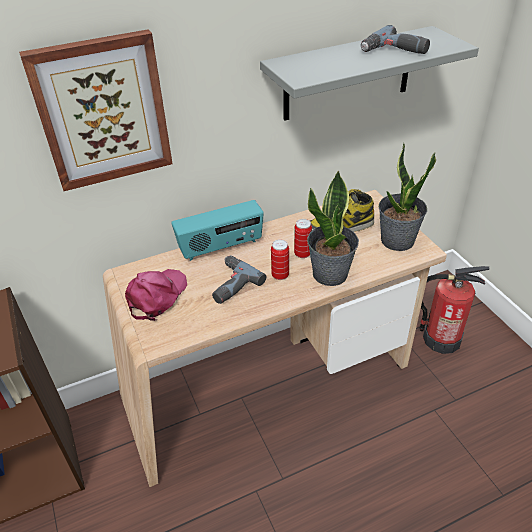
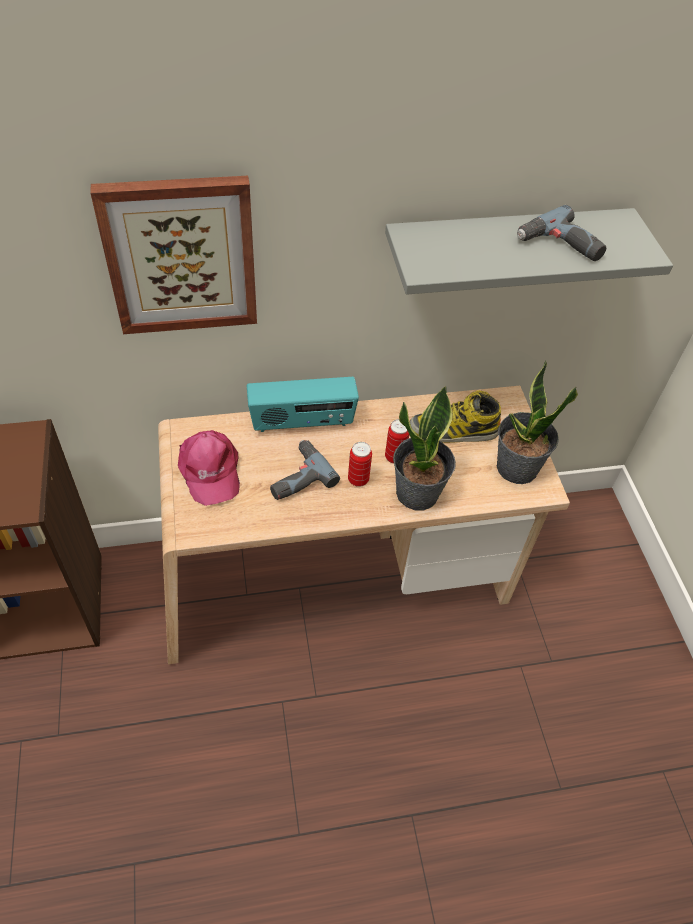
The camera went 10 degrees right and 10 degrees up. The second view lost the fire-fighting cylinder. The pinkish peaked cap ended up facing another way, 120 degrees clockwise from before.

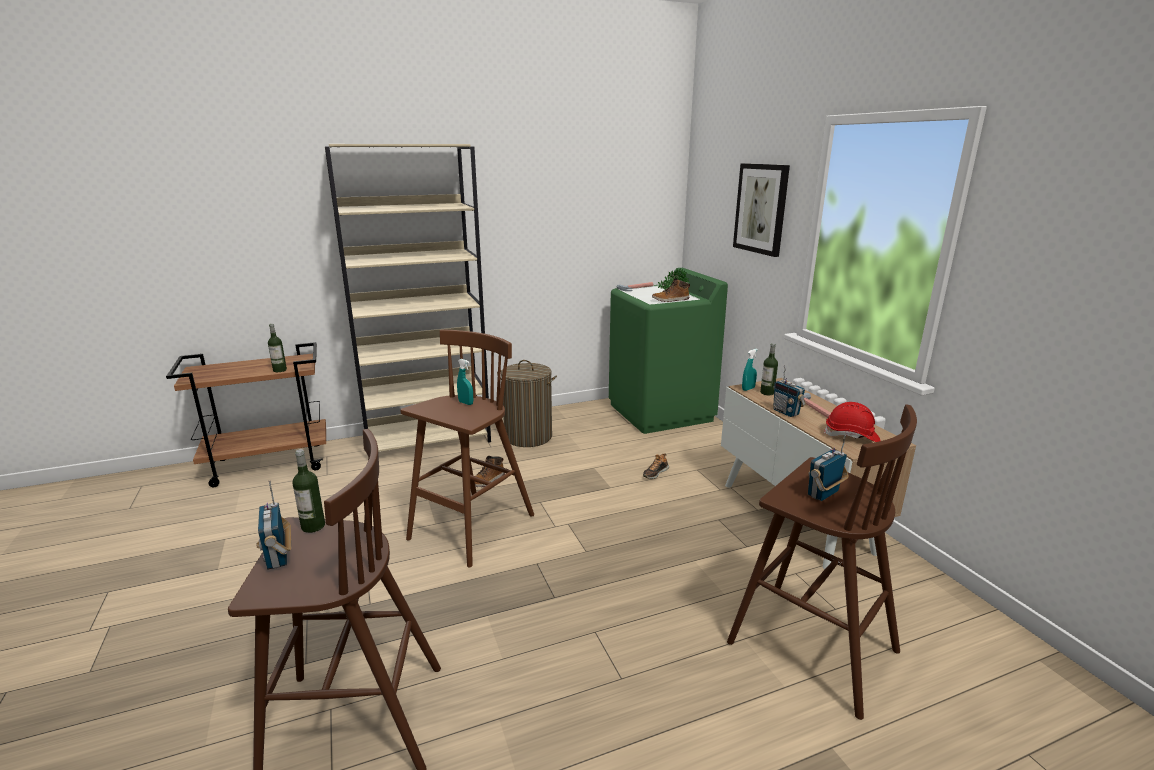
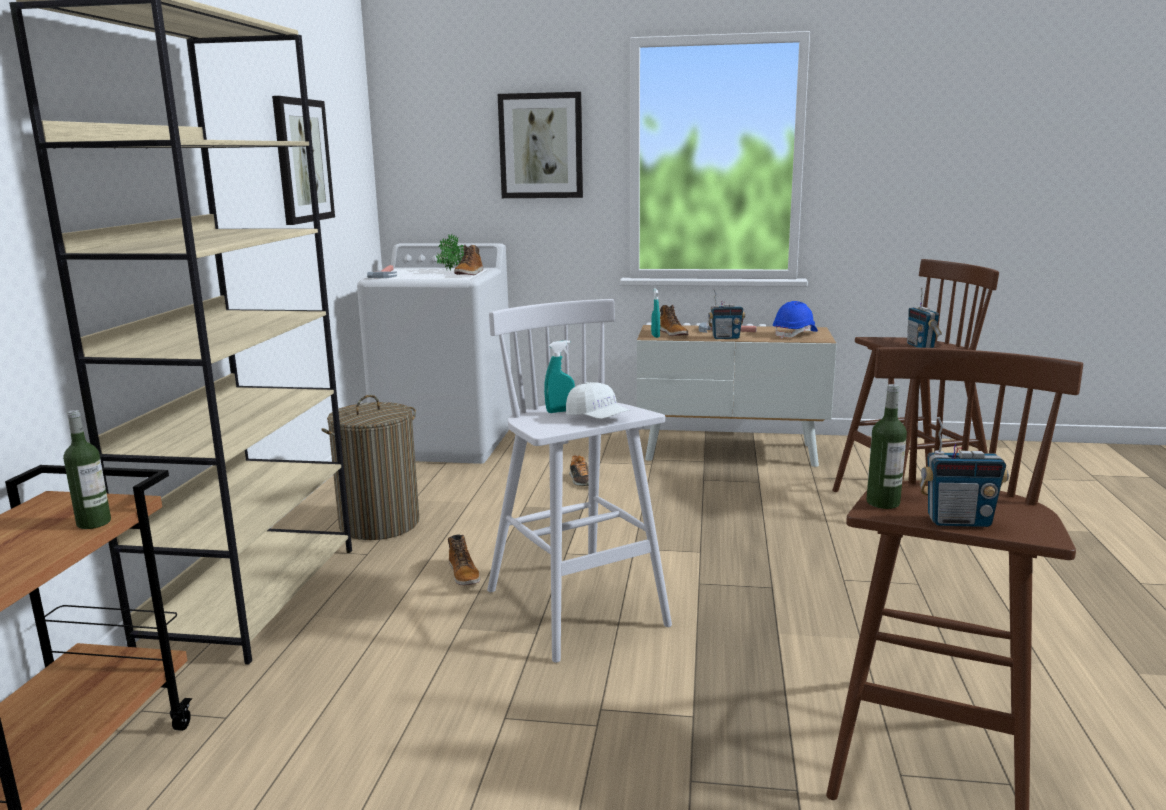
The camera went 60 degrees left and 5 degrees down. The second view gained the wall picture (no. 1 from left). The second view gained the whitish peaked cap. Where the beverage bottle (no. 3 from left) stood, the boot (no. 3 from left) came to stand. What was the brownish stool (no. 2 from left) turned into the whitish stool. What was the greenish washing machine turned into the whitish washing machine. What was the red-coloured work helmet turned into the blue-coloured work helmet.

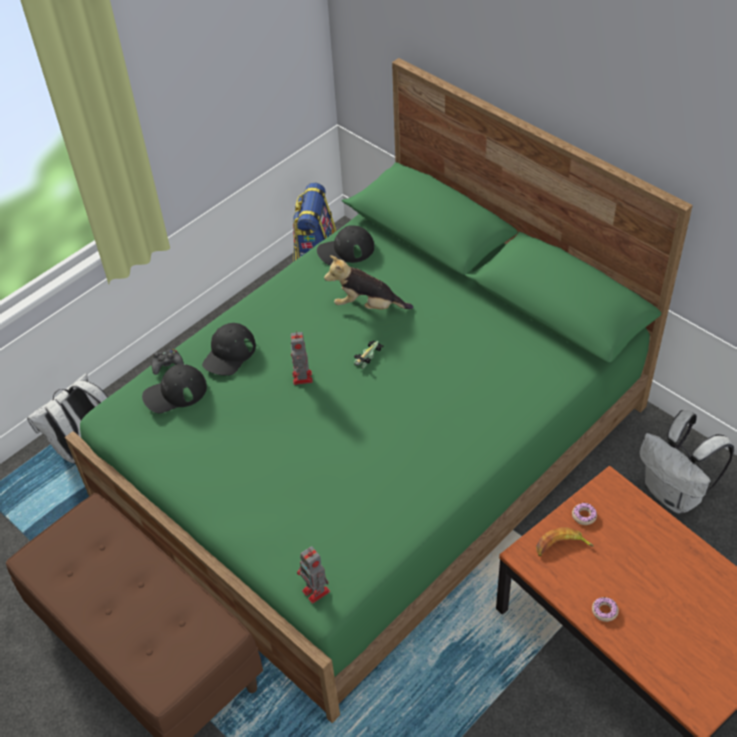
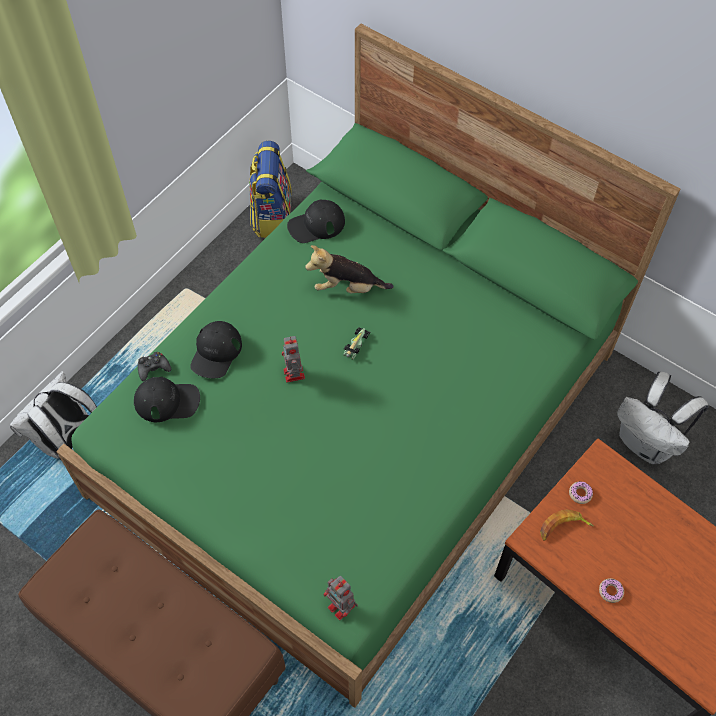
The camera went 10 degrees left and 10 degrees up. The blackish peaked cap (no. 1 from left) ended up facing another way, 150 degrees counterclockwise from before.

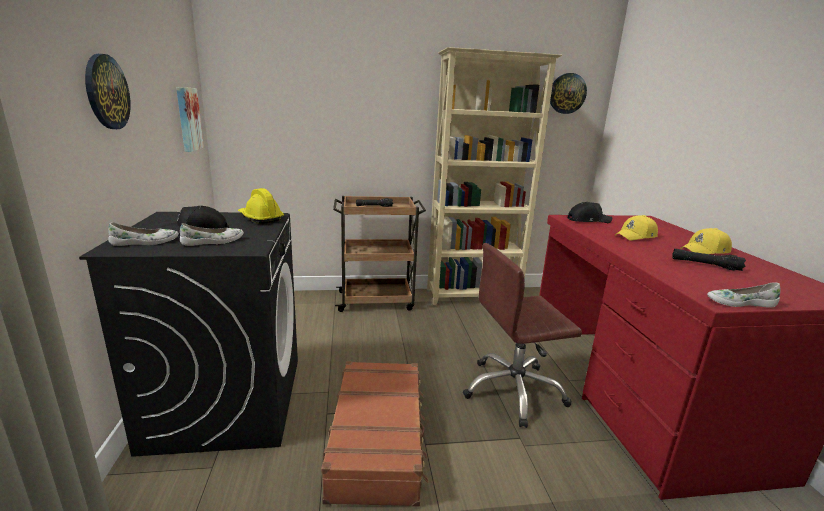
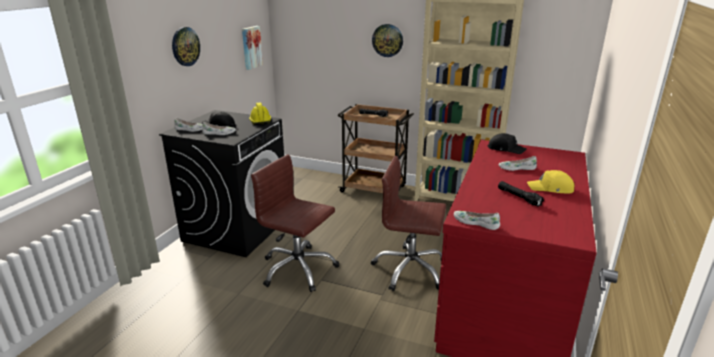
The camera went 30 degrees right and 5 degrees up. The hanging clock (no. 2 from left) ended up elsewhere. Where the brownish suitcase stood, the brownish office chair (no. 1 from left) came to stand. Where the yellowish peaked cap (no. 1 from left) stood, the whitish low shoe (no. 4 from left) came to stand.

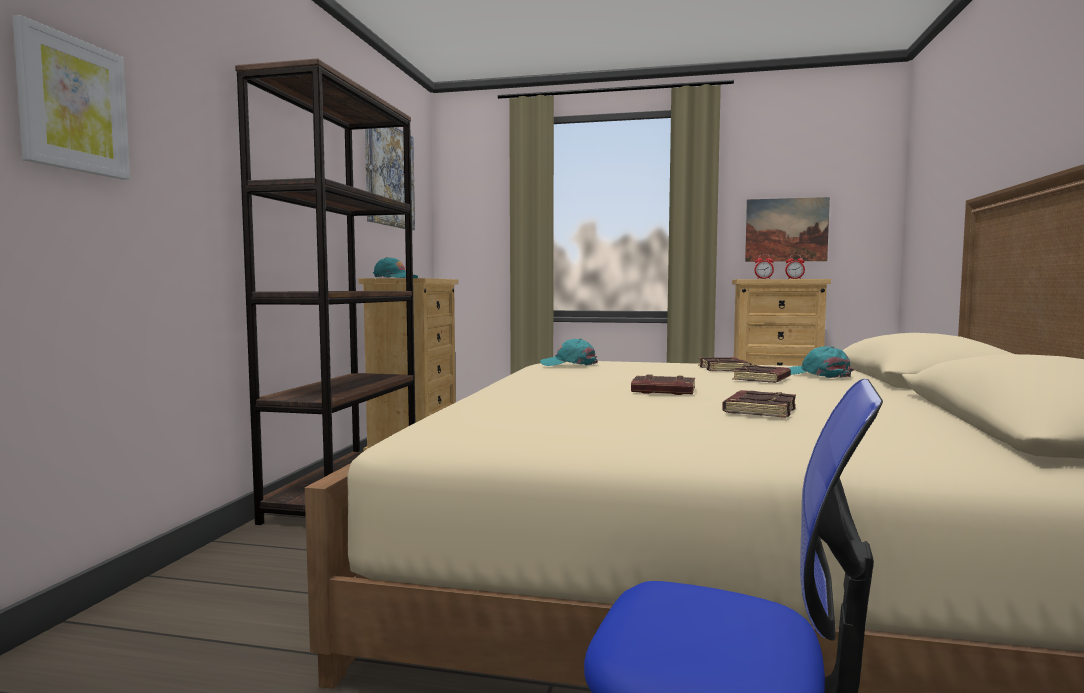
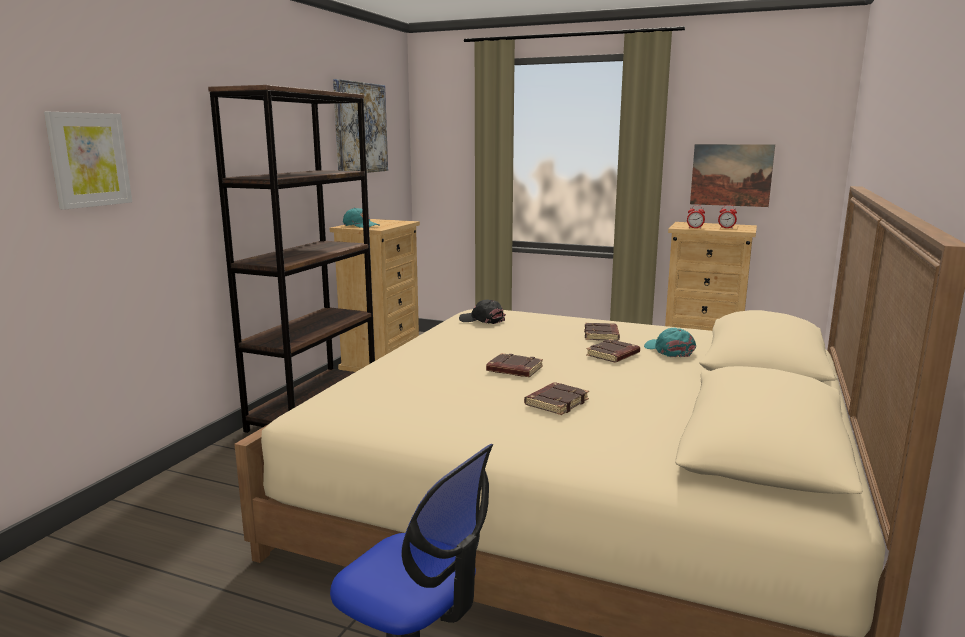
The camera went 10 degrees right and 10 degrees up. What was the turquoise-coloured peaked cap (no. 2 from left) turned into the blackish peaked cap.

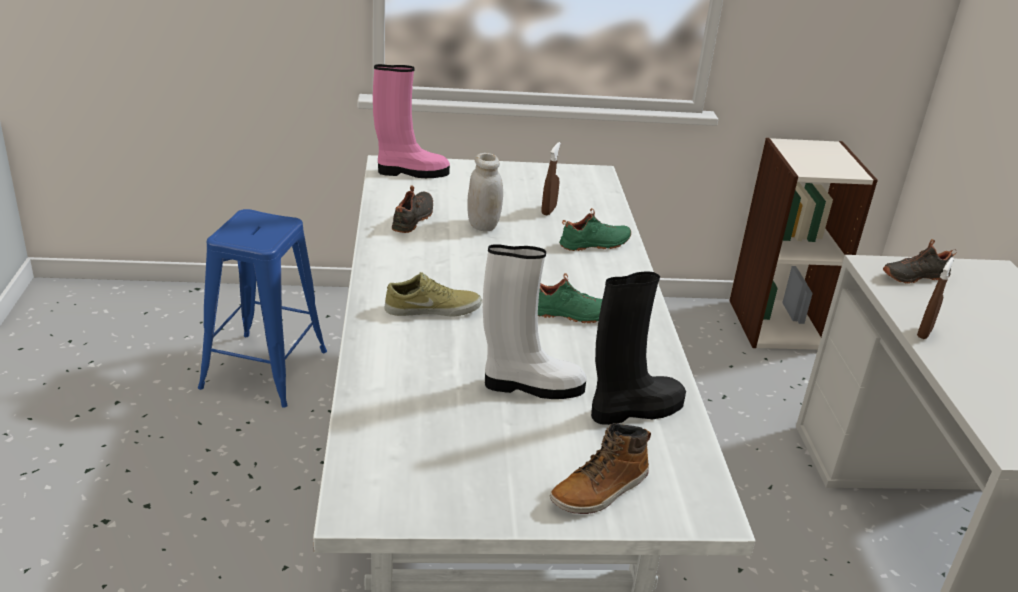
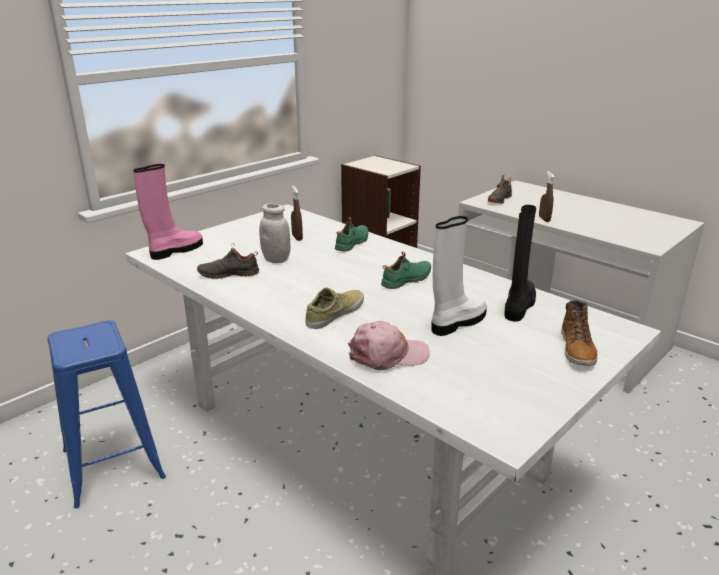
The camera went 40 degrees left and 5 degrees down. The second view gained the pinkish peaked cap. The blackish low shoe (no. 1 from left) ended up facing another way, 75 degrees counterclockwise from before.

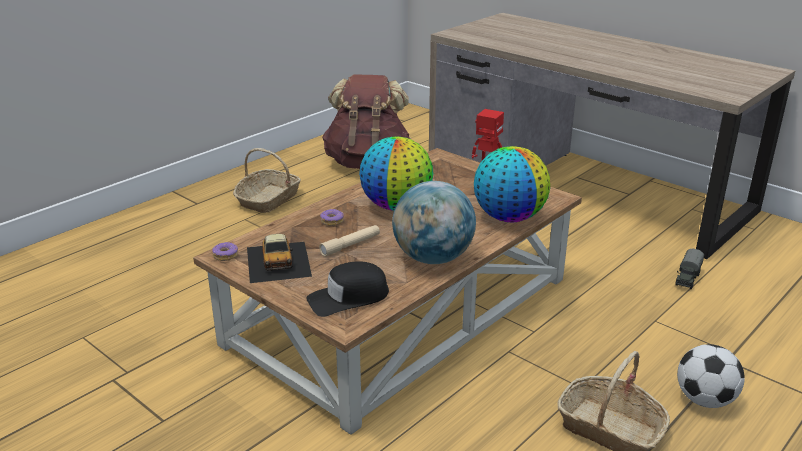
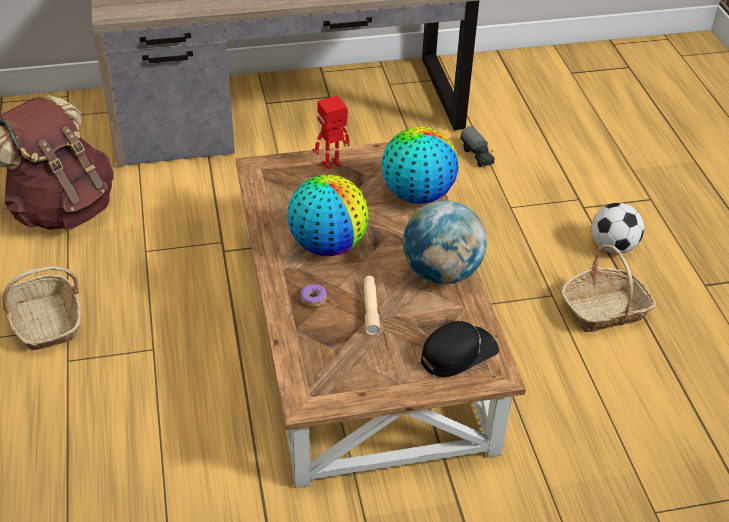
The camera went 55 degrees left and 15 degrees up. The second view lost the ring doughnut (no. 1 from left). The second view lost the model car. The blackish peaked cap ended up facing another way, 135 degrees counterclockwise from before.

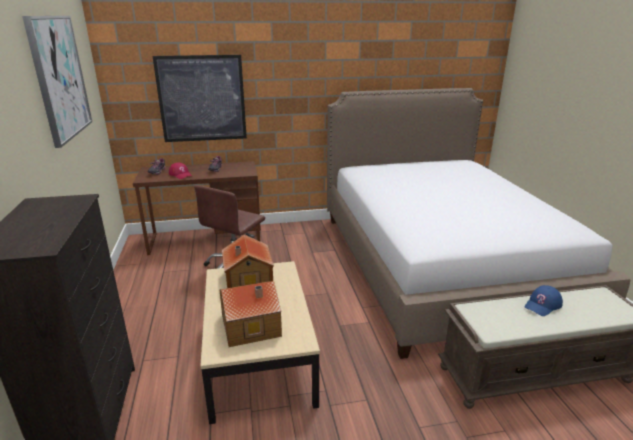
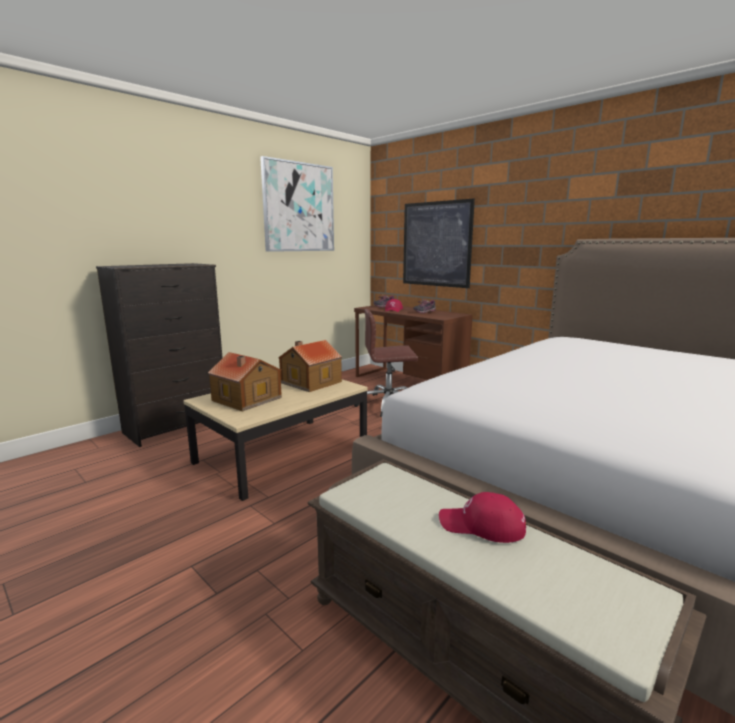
The camera went 55 degrees right and 10 degrees down. What was the blue-coloured peaked cap turned into the red-coloured peaked cap (no. 2 from left).

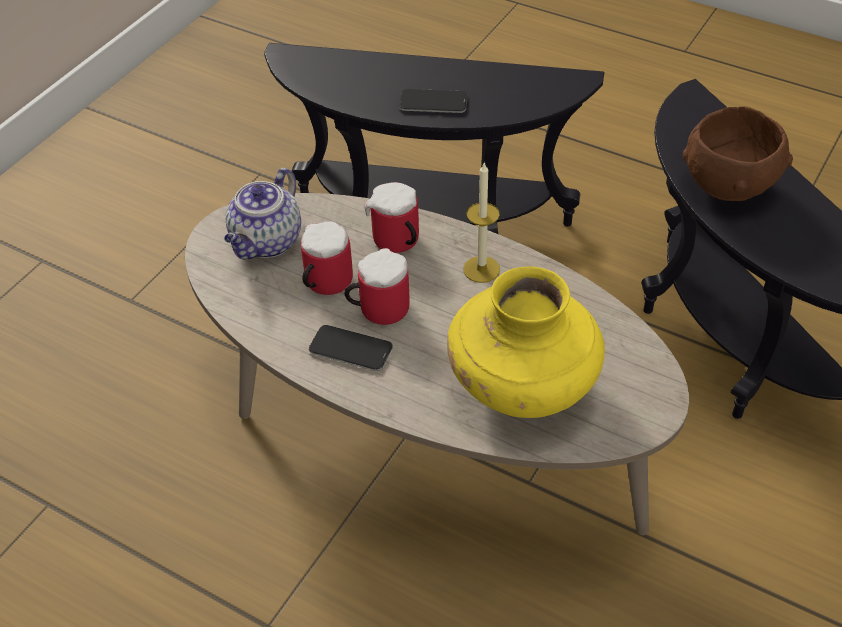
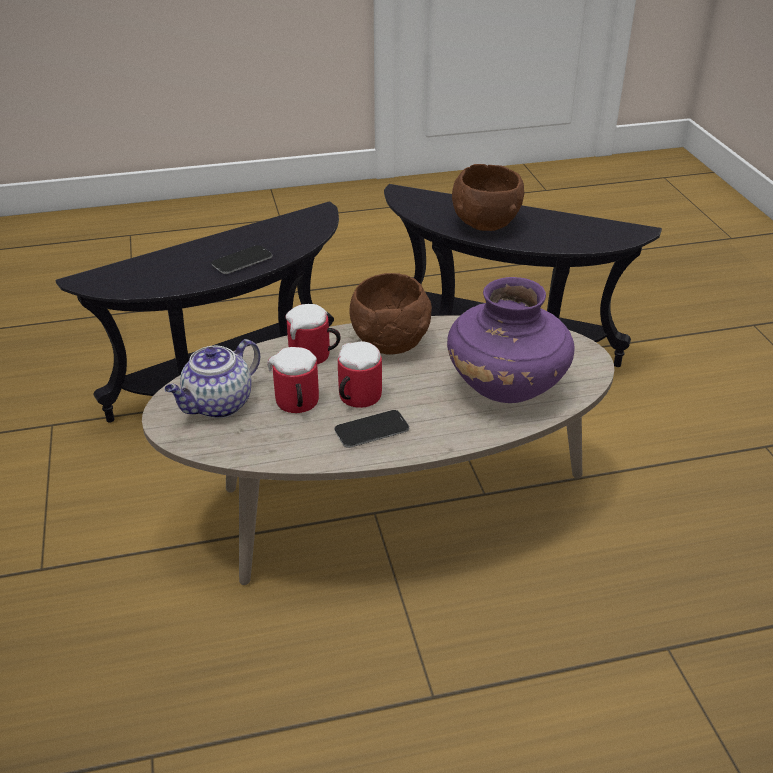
The camera went 45 degrees left and 10 degrees down. Where the candle stood, the brownish bowl (no. 1 from left) came to stand. What was the yellowish vase turned into the purple-coloured vase. The tea pot ended up facing another way, 60 degrees clockwise from before.

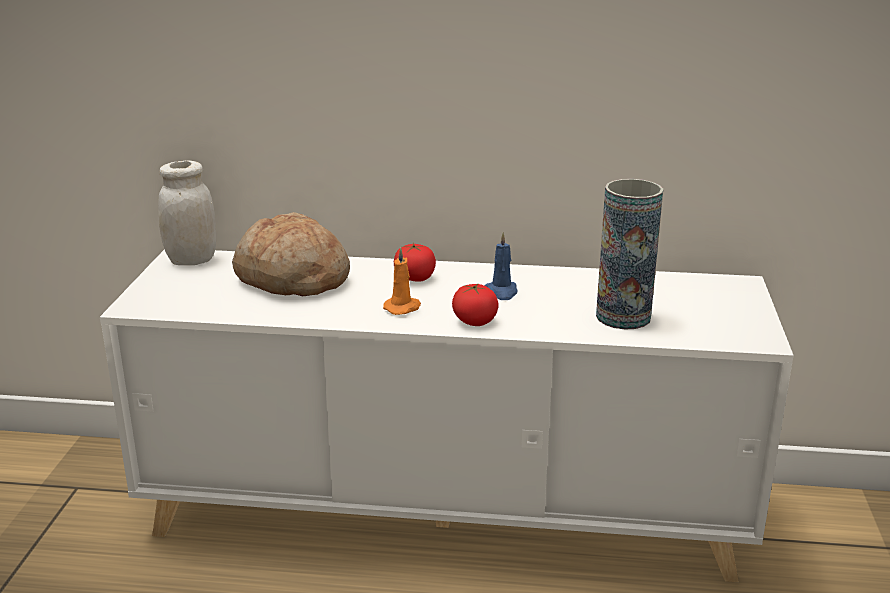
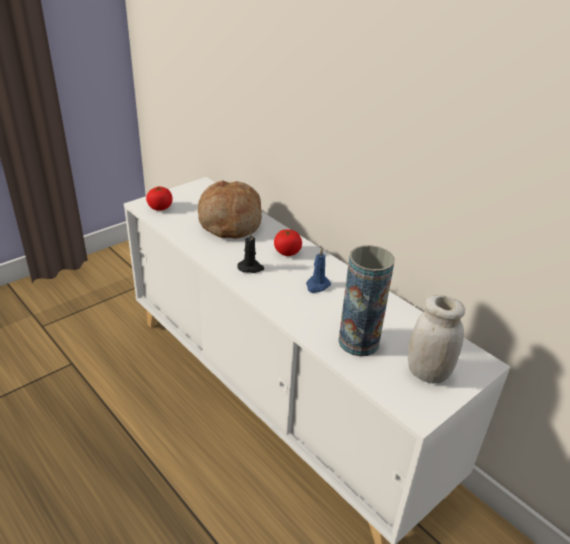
The camera went 40 degrees right and 10 degrees up. The whitish jar ended up elsewhere. The tomato (no. 2 from left in the first image) ended up elsewhere. What was the orange-coloured candle turned into the blackish candle.

